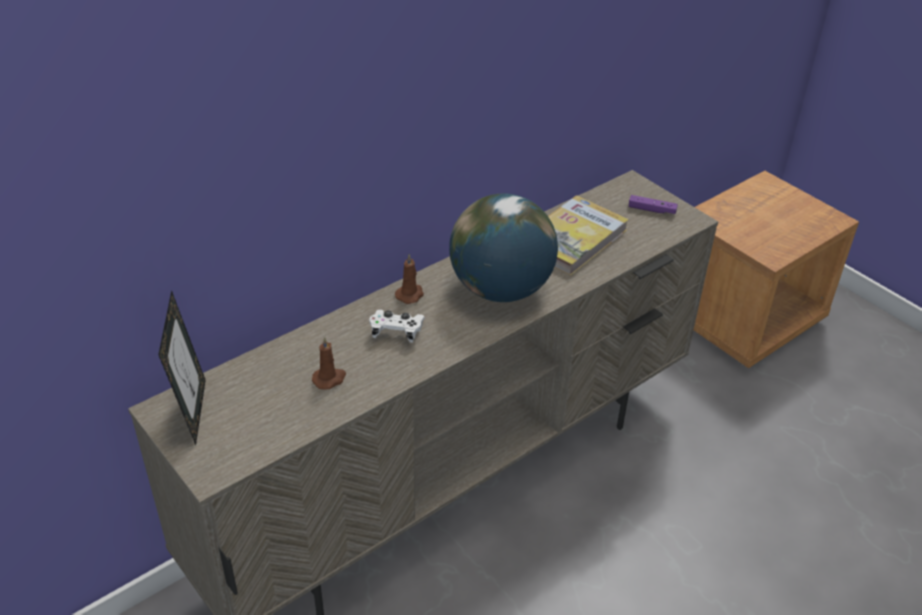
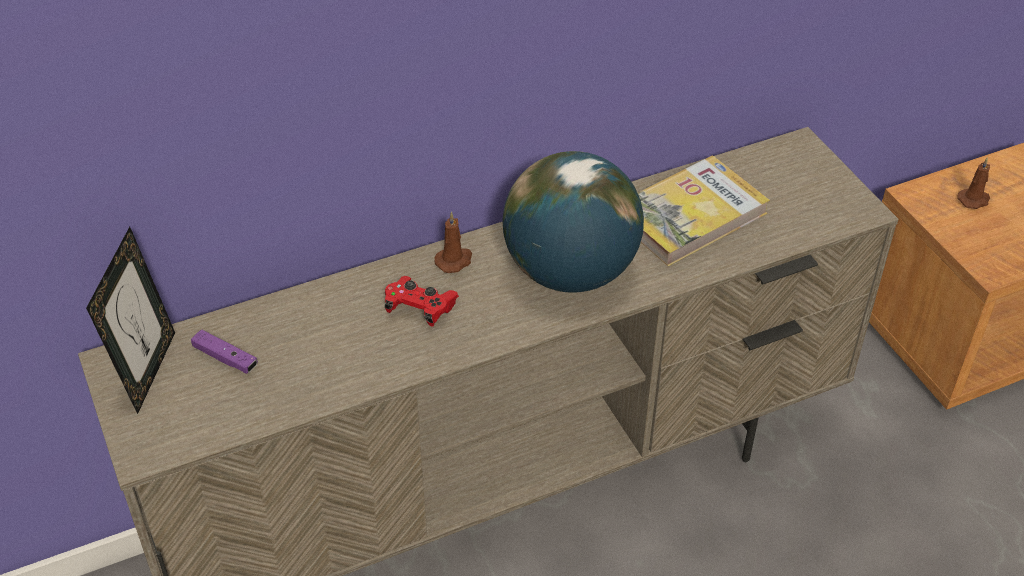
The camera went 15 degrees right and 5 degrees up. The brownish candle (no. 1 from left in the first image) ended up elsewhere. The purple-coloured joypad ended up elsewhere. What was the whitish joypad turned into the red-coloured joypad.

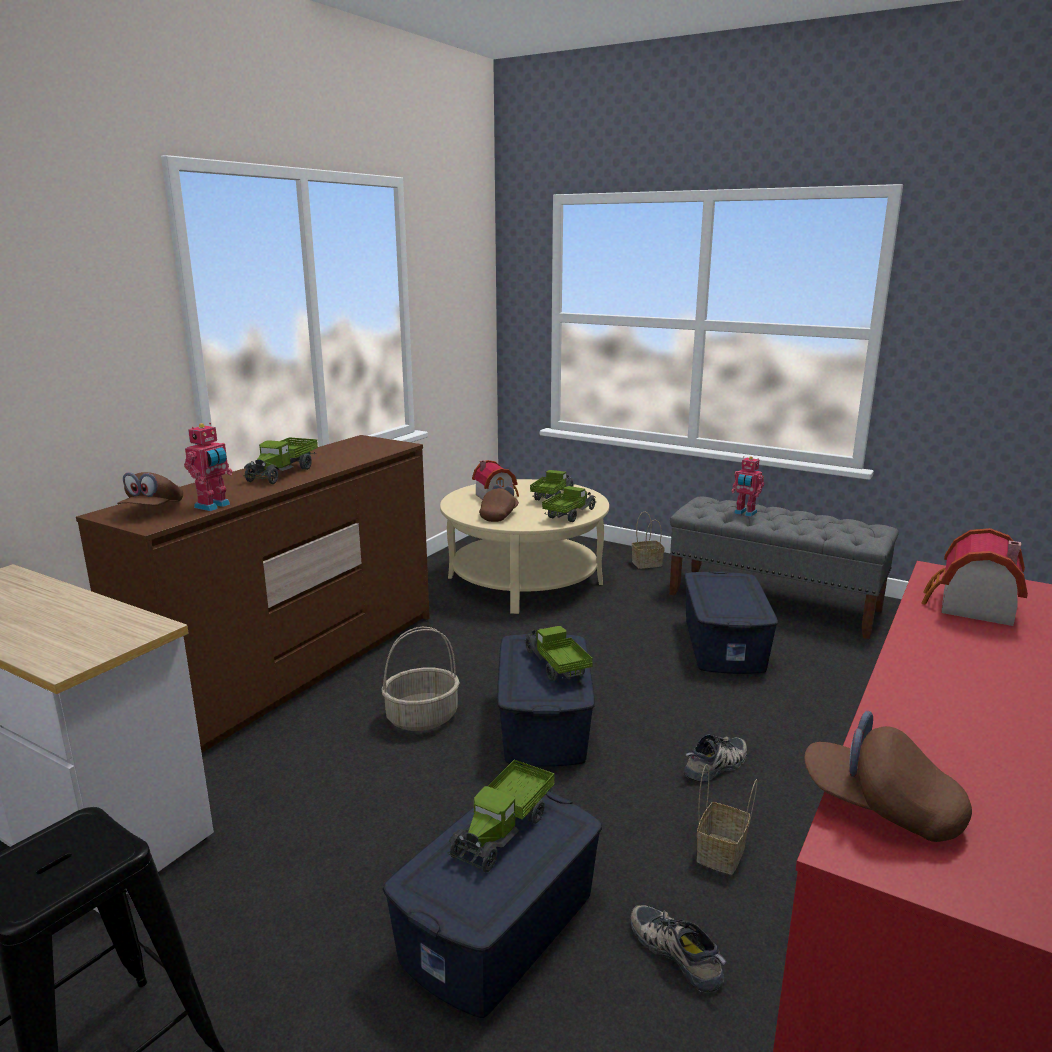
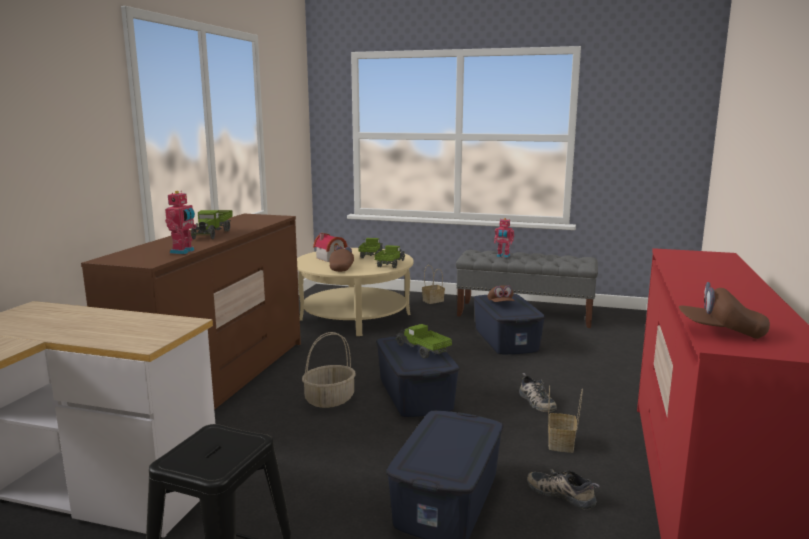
The camera went 15 degrees left and 5 degrees down. The second view lost the model truck (no. 2 from left). The second view lost the model house (no. 2 from left). The brownish peaked cap (no. 1 from left in the first image) ended up elsewhere. The low shoe (no. 2 from left in the first image) ended up facing another way, 120 degrees clockwise from before.

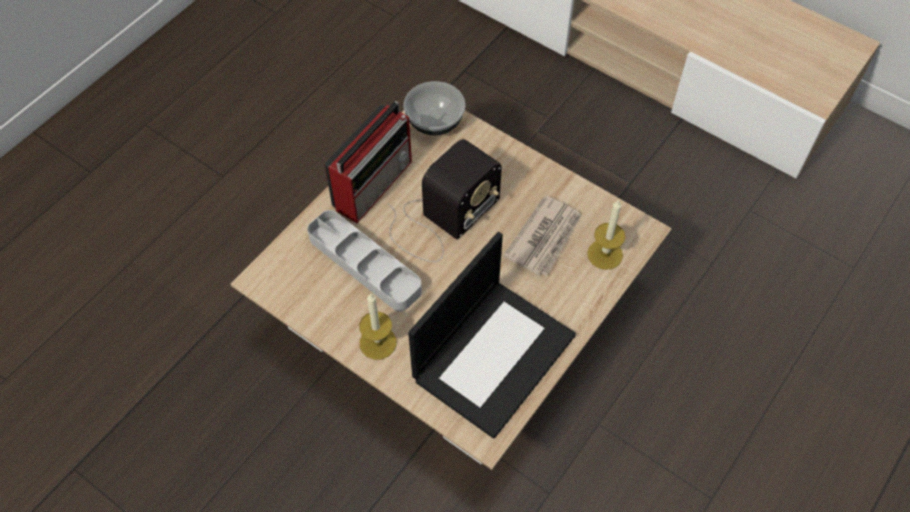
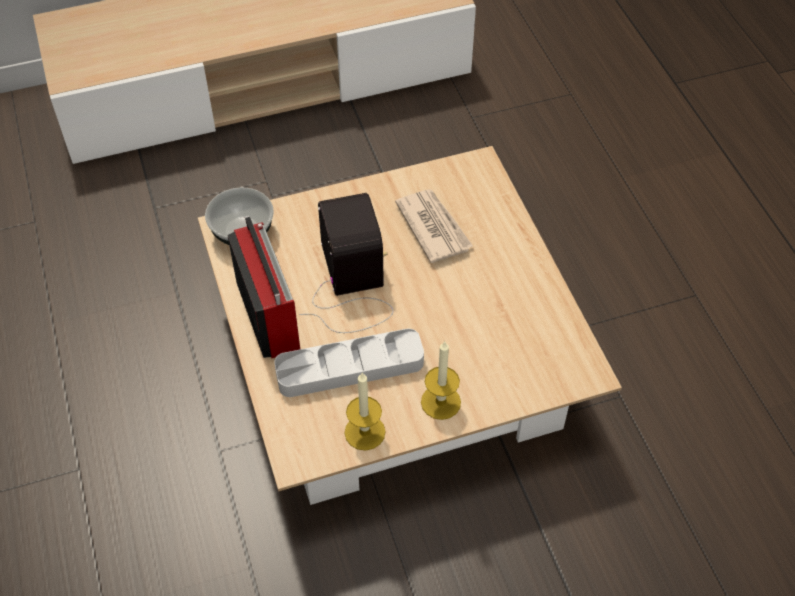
The camera went 55 degrees left and 5 degrees down. The second view lost the portable computer. The candle (no. 2 from left in the first image) ended up elsewhere.

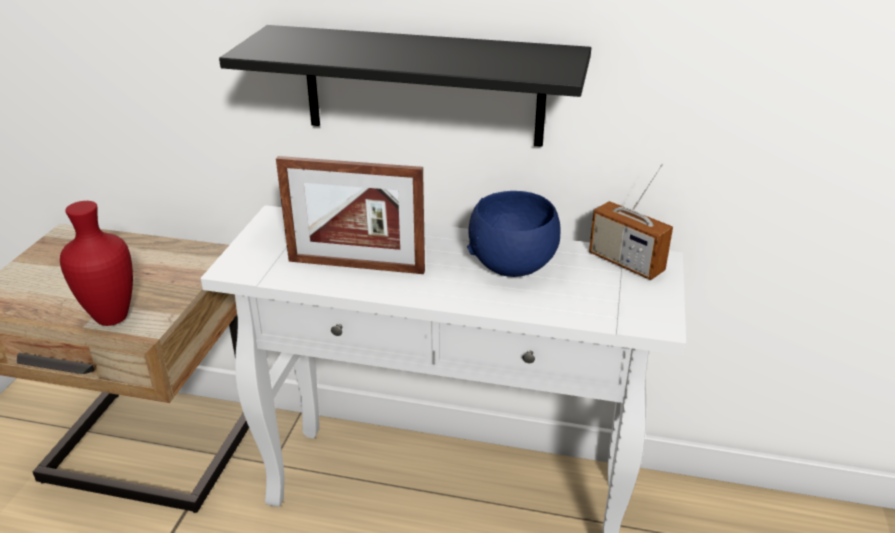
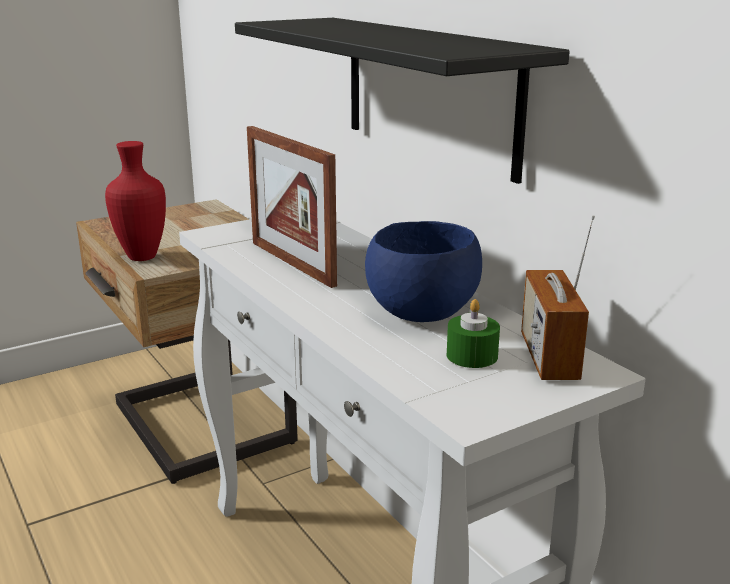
The camera went 45 degrees right and 10 degrees down. The second view gained the greenish candle.

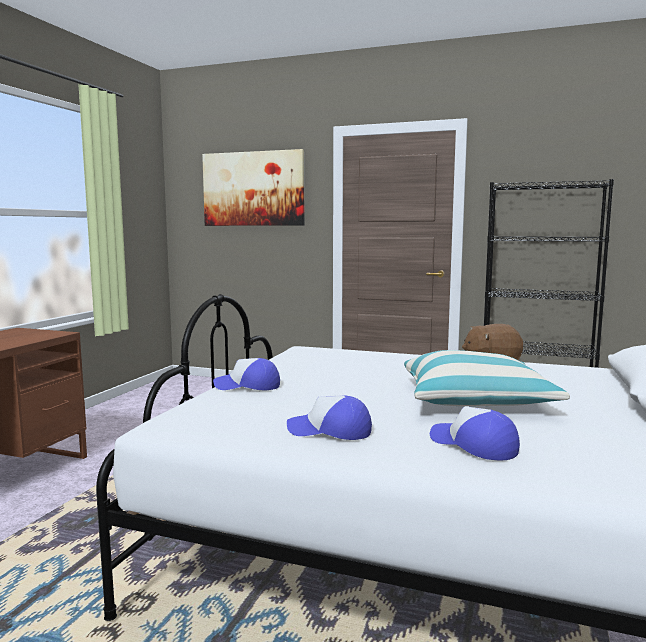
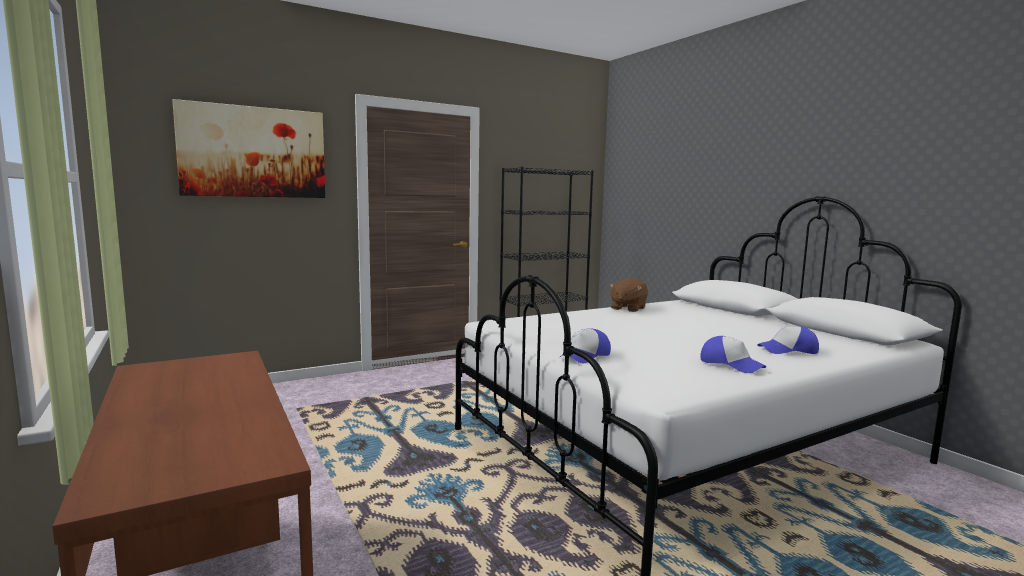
The camera went 50 degrees left and 0 degrees up. The second view lost the pillow. The peaked cap (no. 2 from left) ended up facing another way, 90 degrees counterclockwise from before.

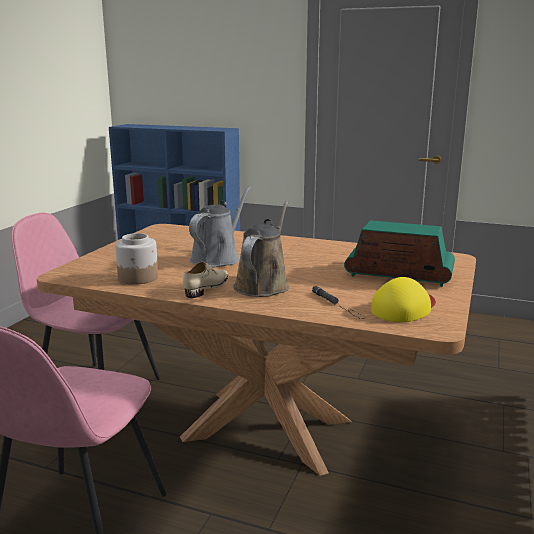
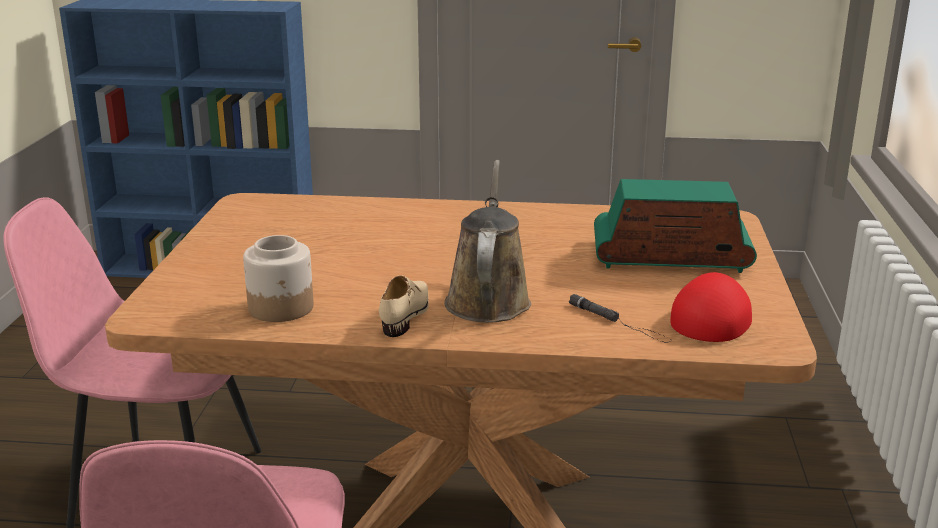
The camera went 15 degrees left and 5 degrees up. The second view lost the grey sprinkling can. What was the yellowish peaked cap turned into the red-coloured peaked cap.

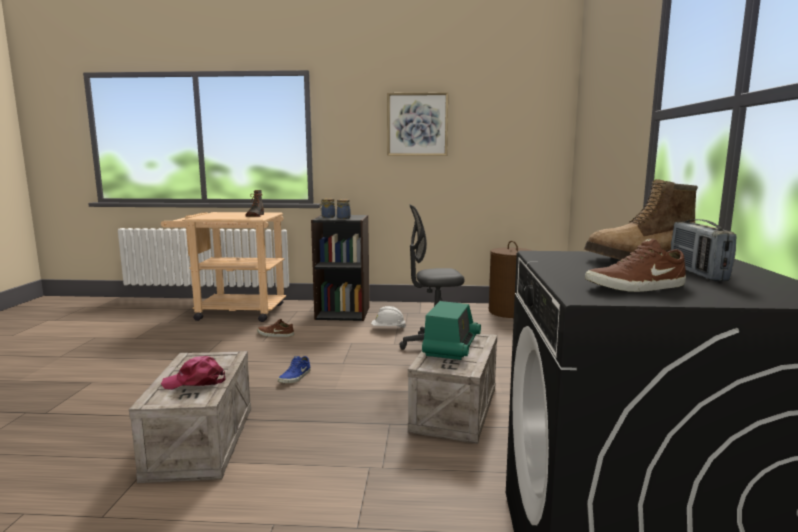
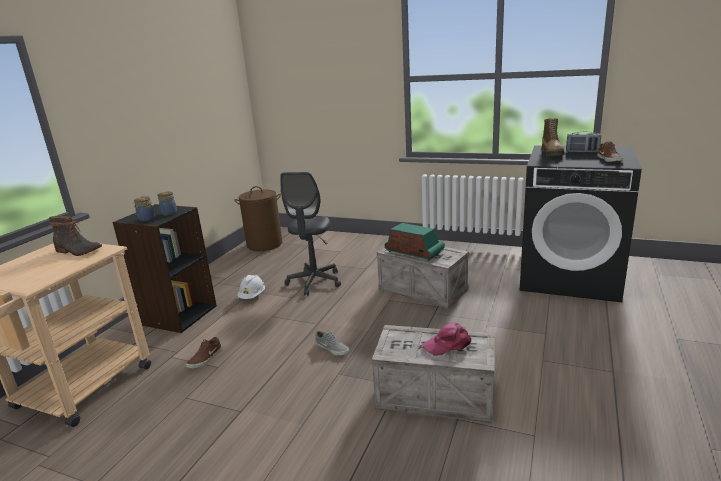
The camera went 70 degrees left and 10 degrees up. The second view lost the wall picture. What was the blue-coloured low shoe turned into the grey low shoe. The pinkish peaked cap ended up facing another way, 60 degrees clockwise from before.

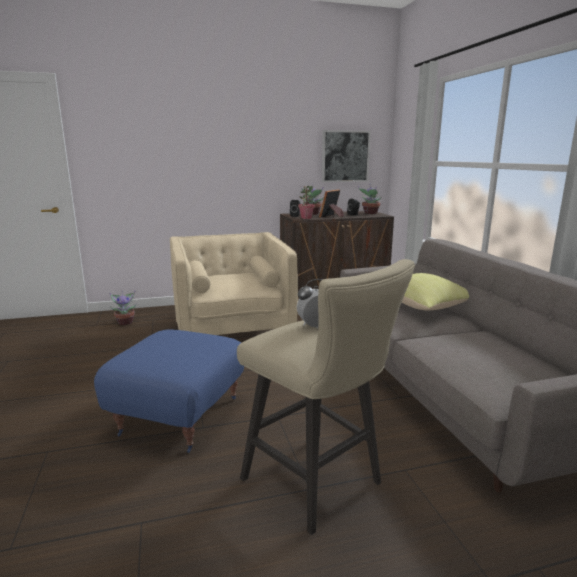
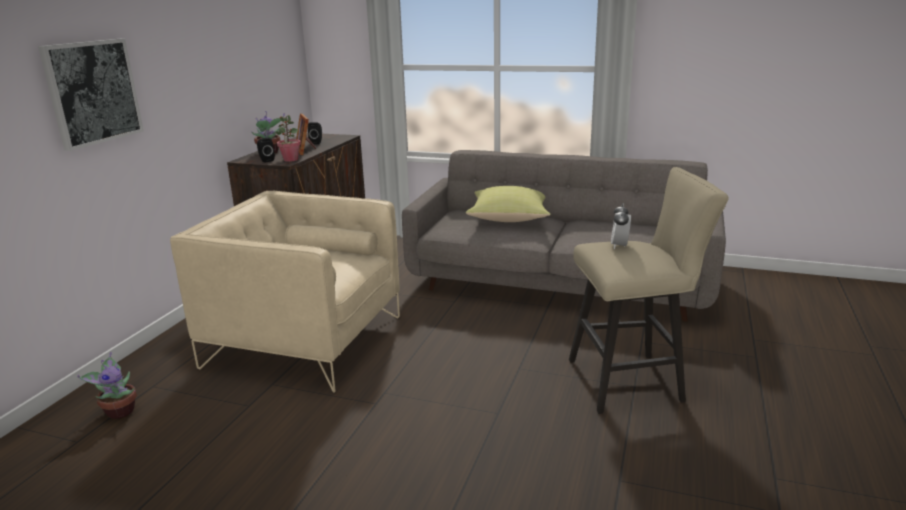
The camera went 55 degrees left and 5 degrees up. The second view lost the blue-coloured pouffe. The second view lost the houseplant (no. 4 from left). The wall picture ended up elsewhere.

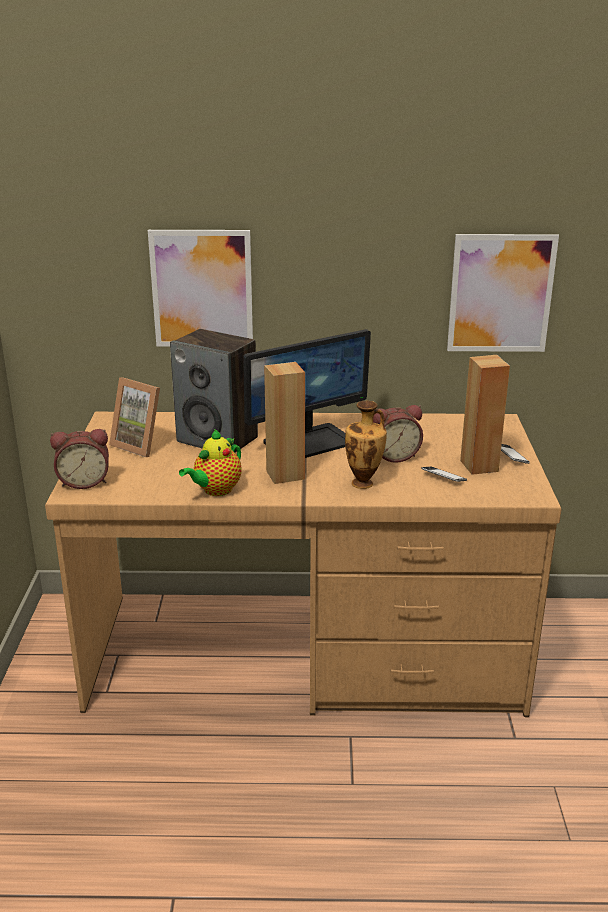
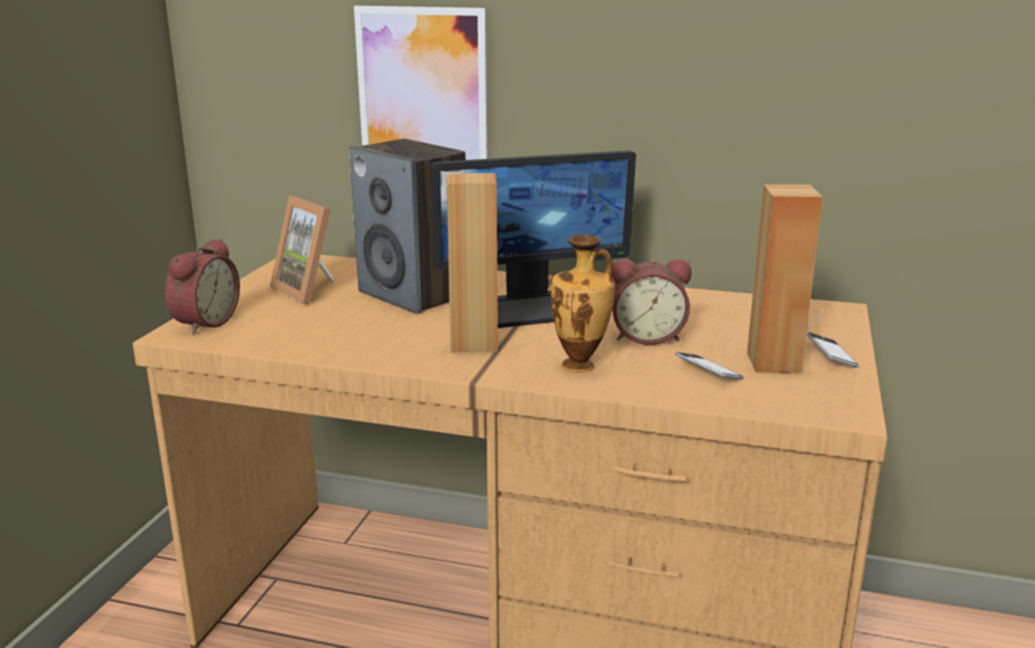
The camera went 15 degrees right and 5 degrees down. The second view lost the tea pot. The second view lost the wall picture (no. 2 from left). The table clock (no. 1 from left) ended up facing another way, 75 degrees counterclockwise from before.

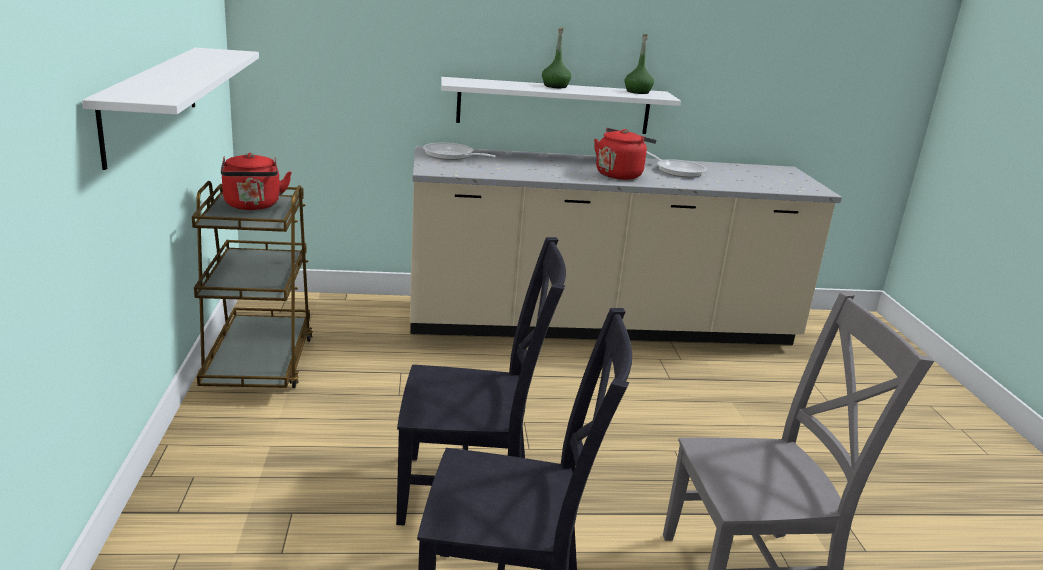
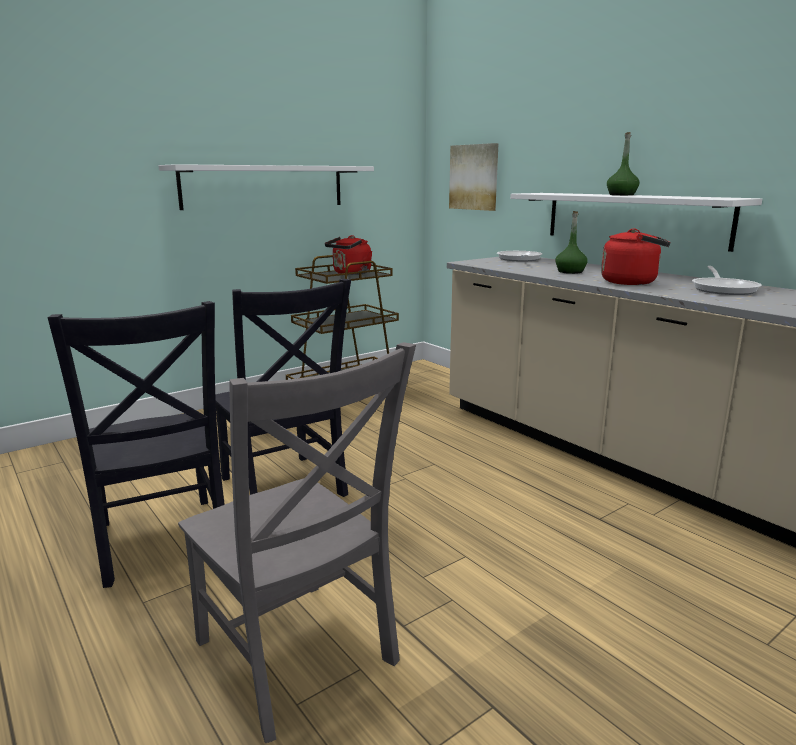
The camera went 60 degrees right and 5 degrees down. The second view gained the wall picture. The greenish beverage bottle (no. 2 from left in the first image) ended up elsewhere.

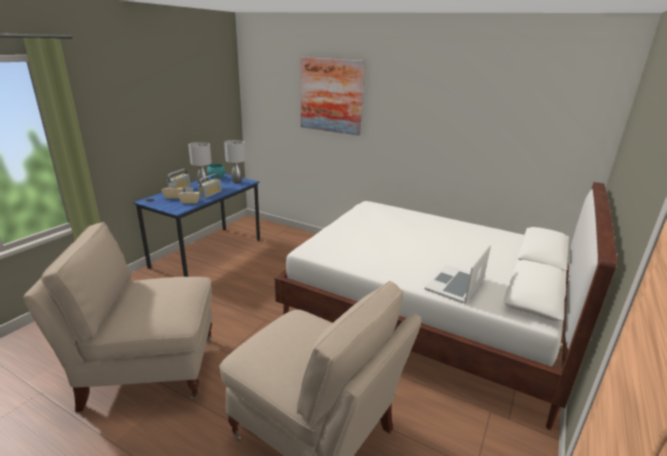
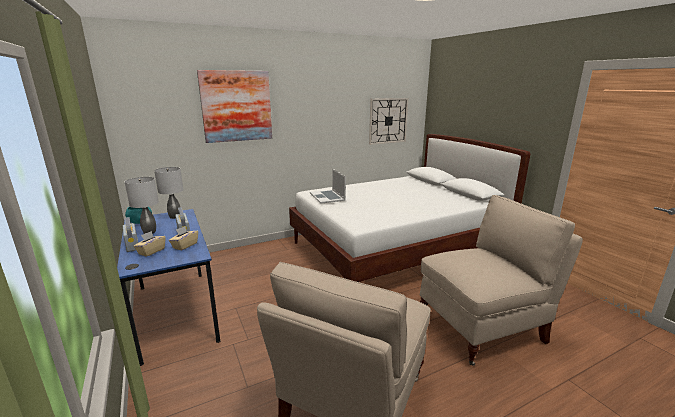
The camera went 55 degrees left and 5 degrees down. The second view gained the hanging clock. The portable computer ended up elsewhere.

